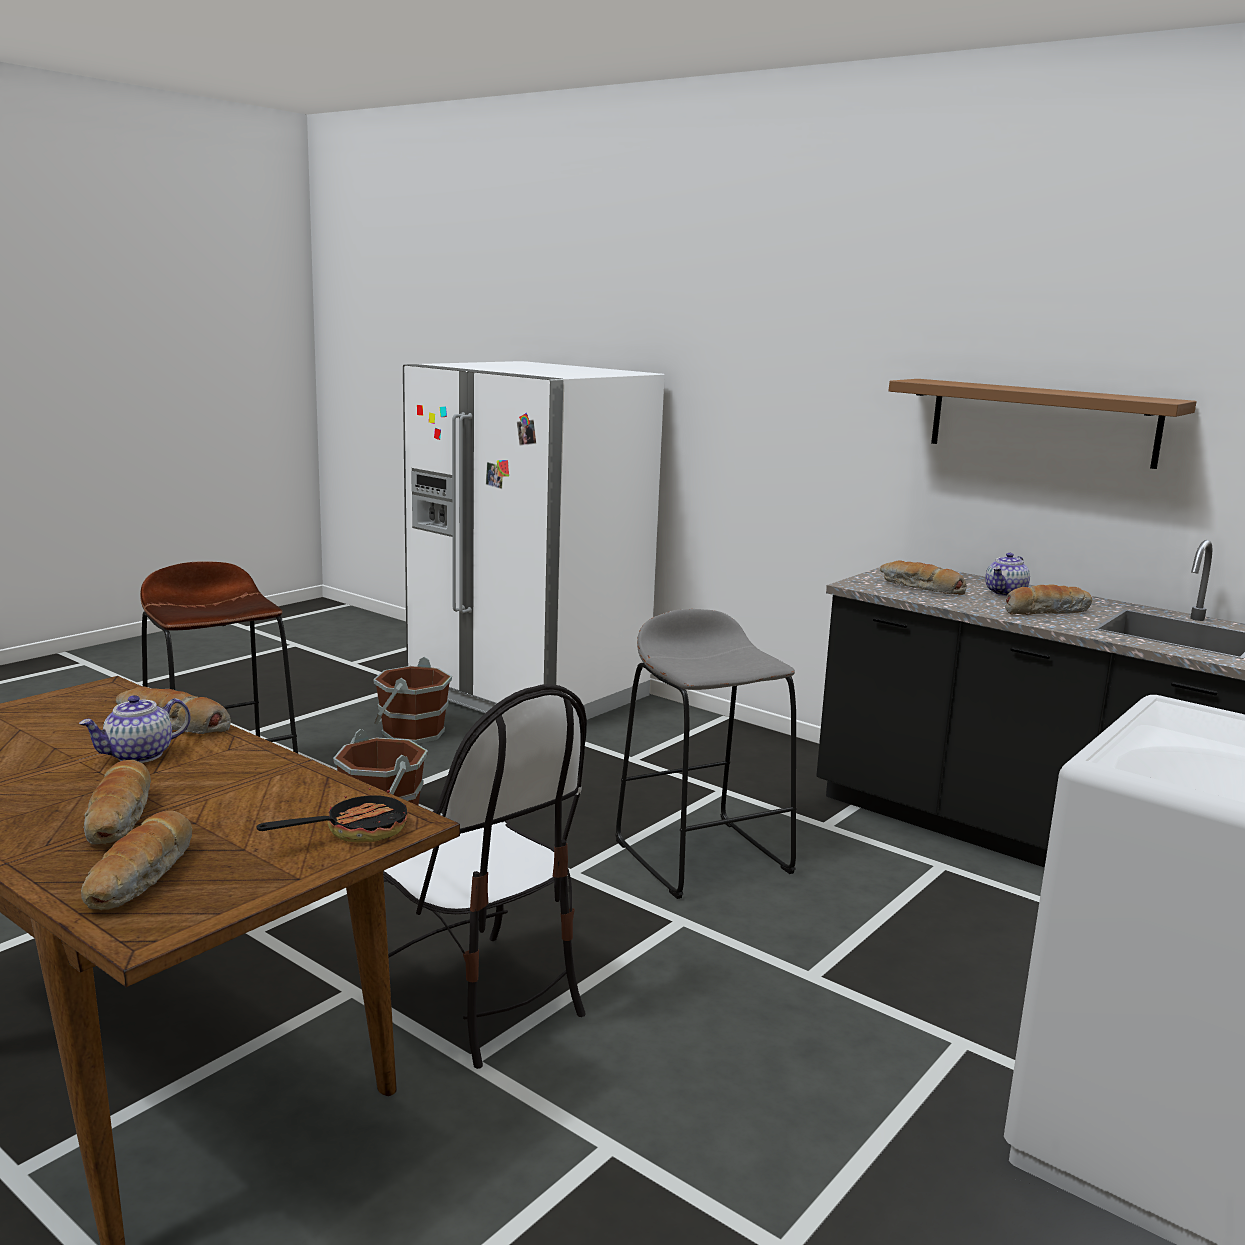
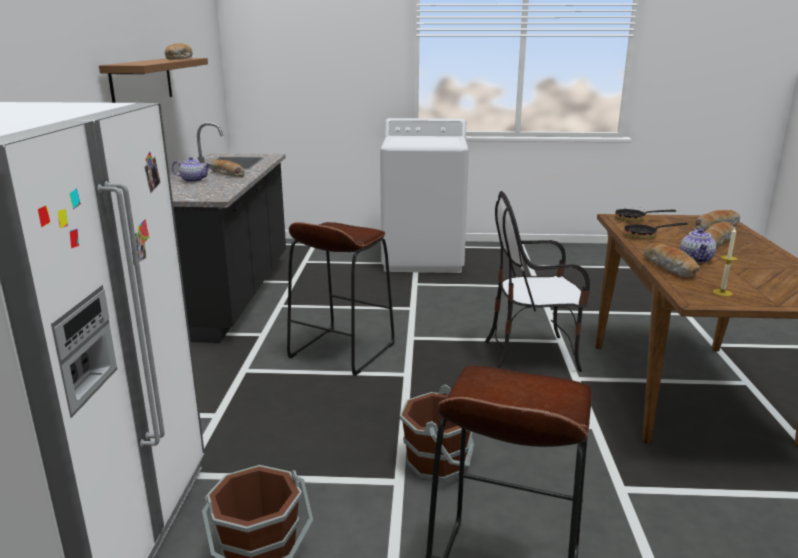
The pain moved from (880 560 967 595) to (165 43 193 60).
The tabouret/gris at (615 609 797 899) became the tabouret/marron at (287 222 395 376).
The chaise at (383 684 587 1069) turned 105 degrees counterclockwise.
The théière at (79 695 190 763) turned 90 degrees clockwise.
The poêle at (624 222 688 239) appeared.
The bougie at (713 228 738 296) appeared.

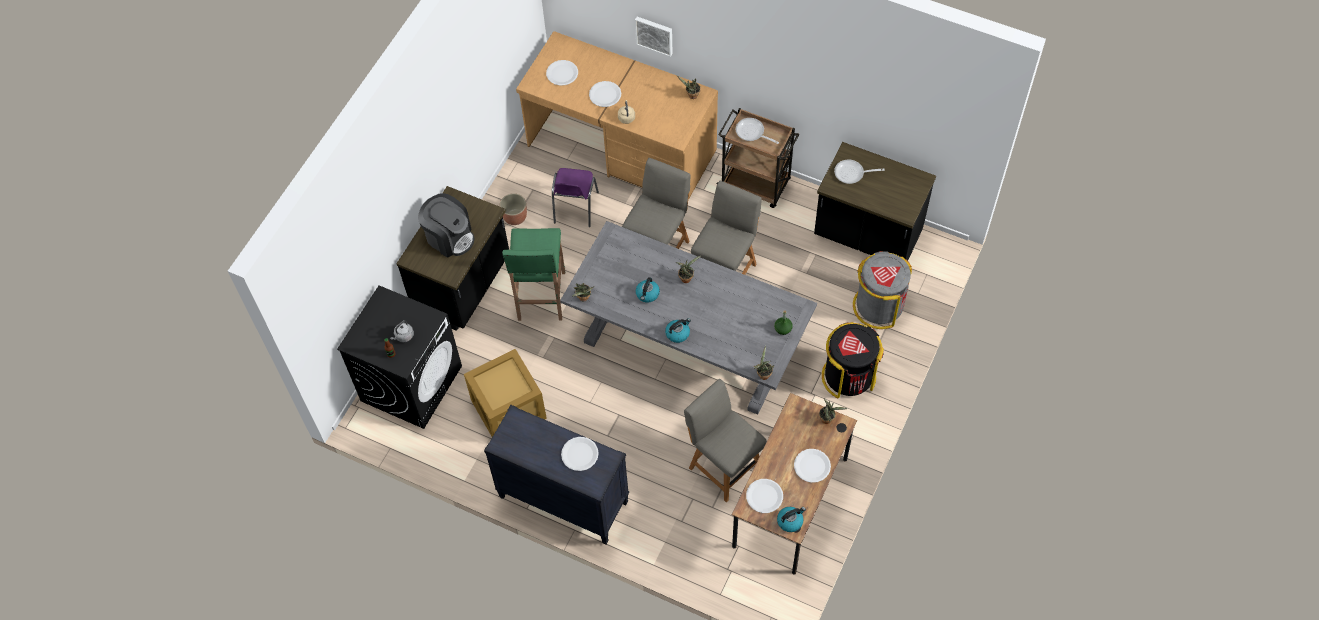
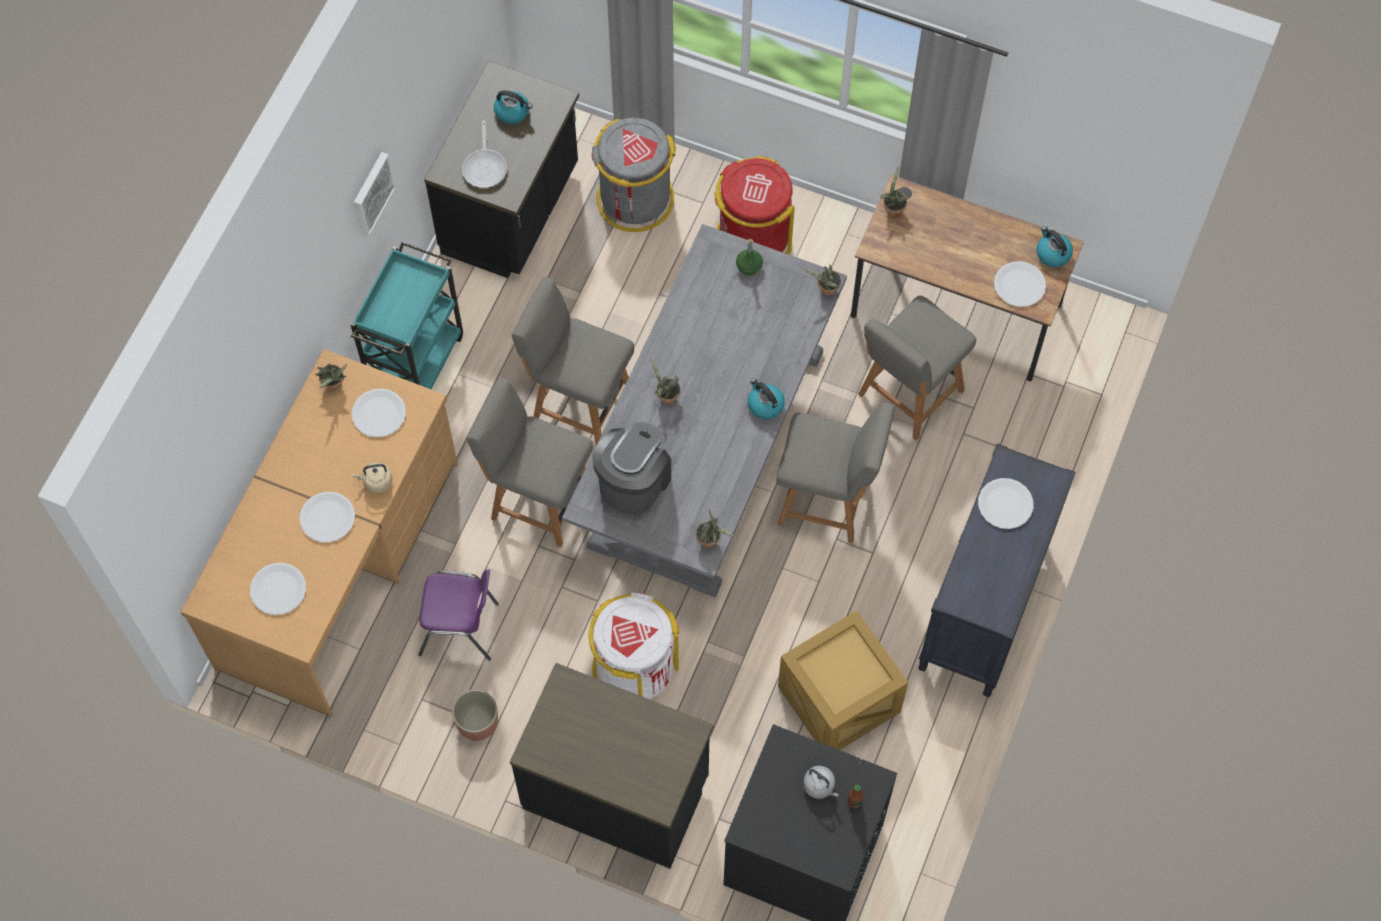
The tableau moved from (635 17 673 57) to (354 152 396 237).
The chariot/marron at (717 108 799 208) became the chariot/turquoise at (350 242 463 389).
The poêle at (736 118 779 144) disappeared.
The machine à café moved from (418 193 474 258) to (592 422 671 514).
The tabouret/vert at (502 228 565 321) was replaced by the poubelle/blanc at (589 592 680 699).
The bouilloire moved from (636 277 660 303) to (494 90 533 124).
The poubelle/noir at (822 322 884 398) became the poubelle/rouge at (714 156 795 255).
The assiette/blanc moved from (794 449 831 483) to (352 388 406 437).
The chaise/gris at (776 403 895 543) appeared.

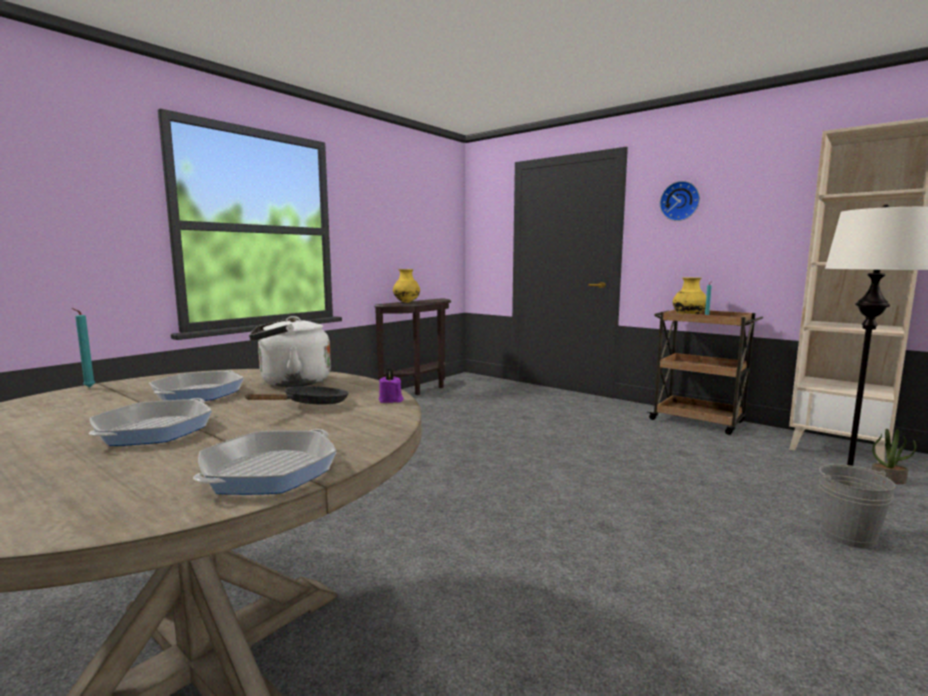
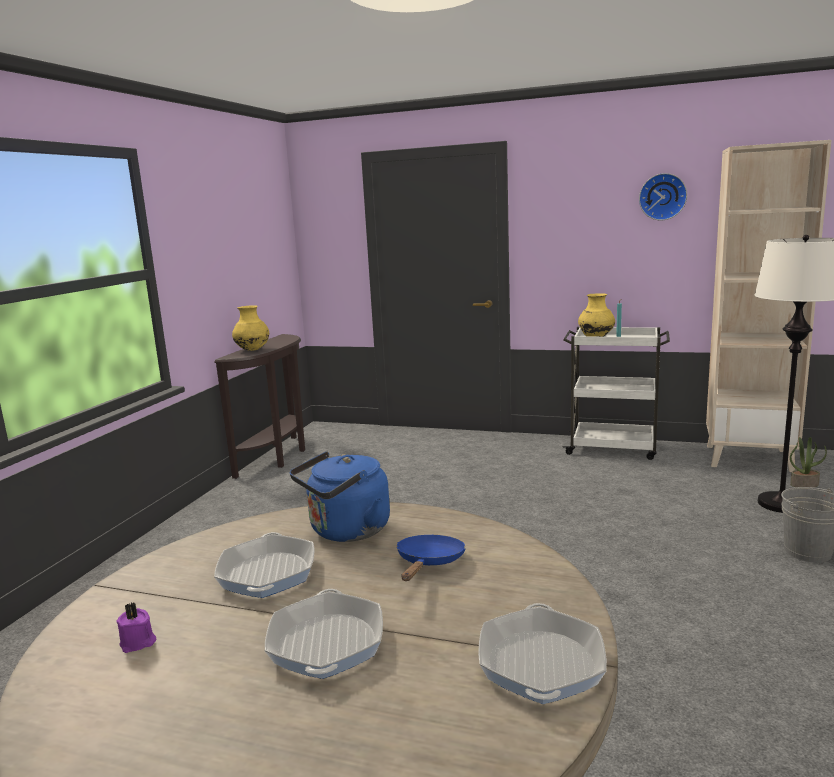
The horloge murale moved from (660 181 700 221) to (639 173 687 221).
The bougie/turquoise at (71 308 95 387) disappeared.
The chariot/marron at (647 310 763 435) became the chariot/blanc at (563 327 670 460).
The bouilloire/blanc at (249 316 331 387) became the bouilloire/bleu at (290 451 390 542).
The bougie/violet moved from (379 369 404 403) to (116 603 156 653).
The poêle/noir at (245 386 348 405) became the poêle/bleu at (397 535 466 581).

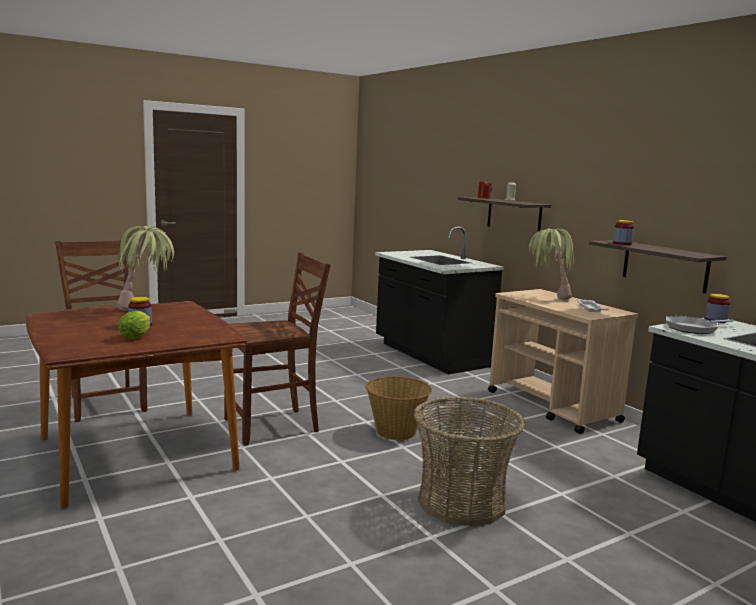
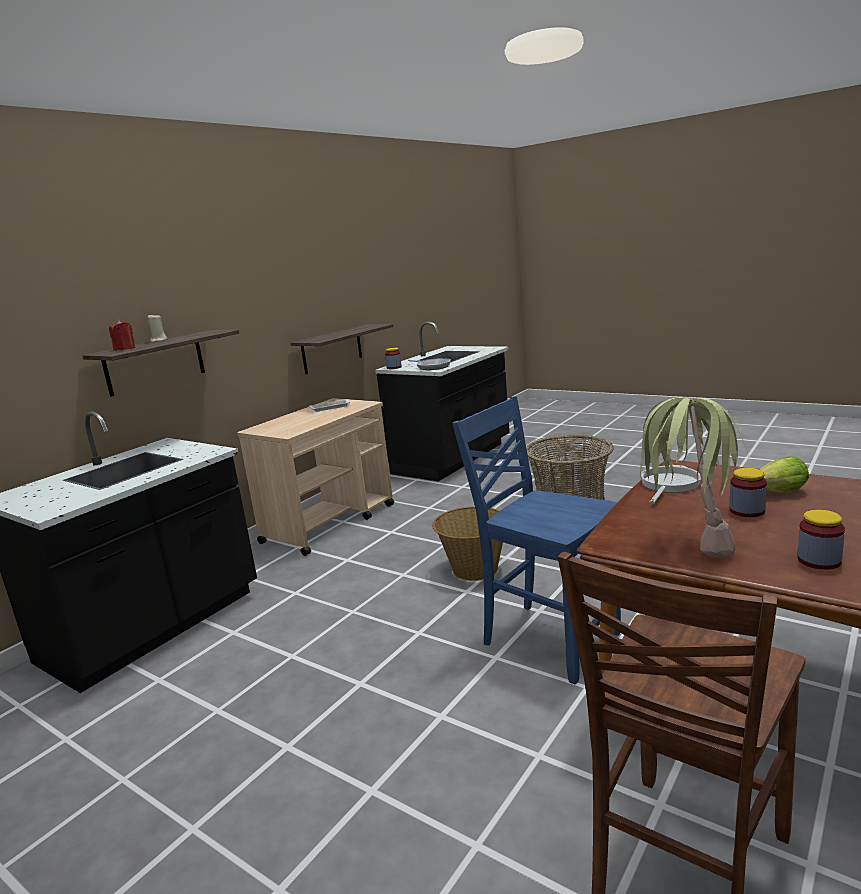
The bocal moved from (613 220 634 245) to (797 510 845 570).
The plante en pot at (529 229 574 300) disappeared.
The chaise/marron at (224 253 331 446) became the chaise/bleu at (452 396 621 684).
The poêle at (641 465 701 504) appeared.

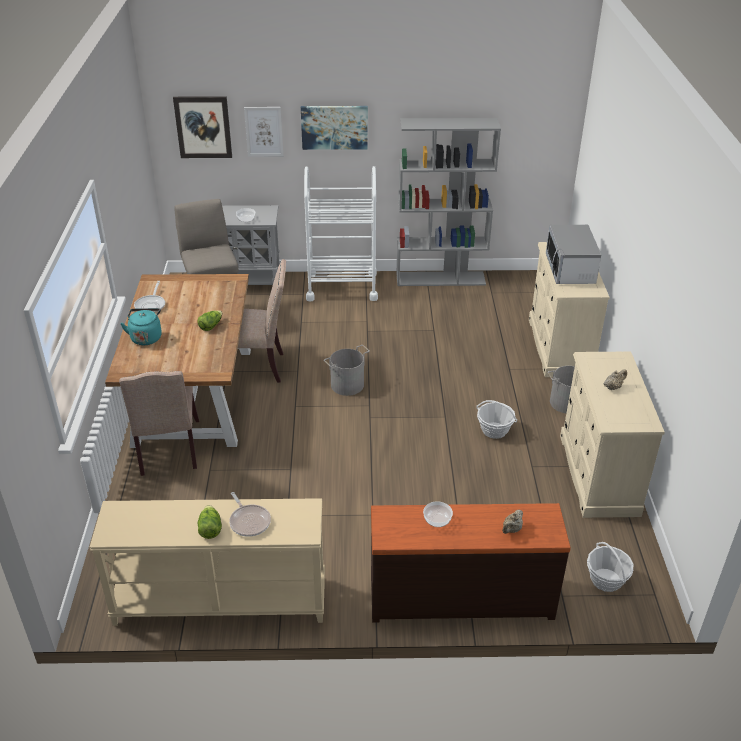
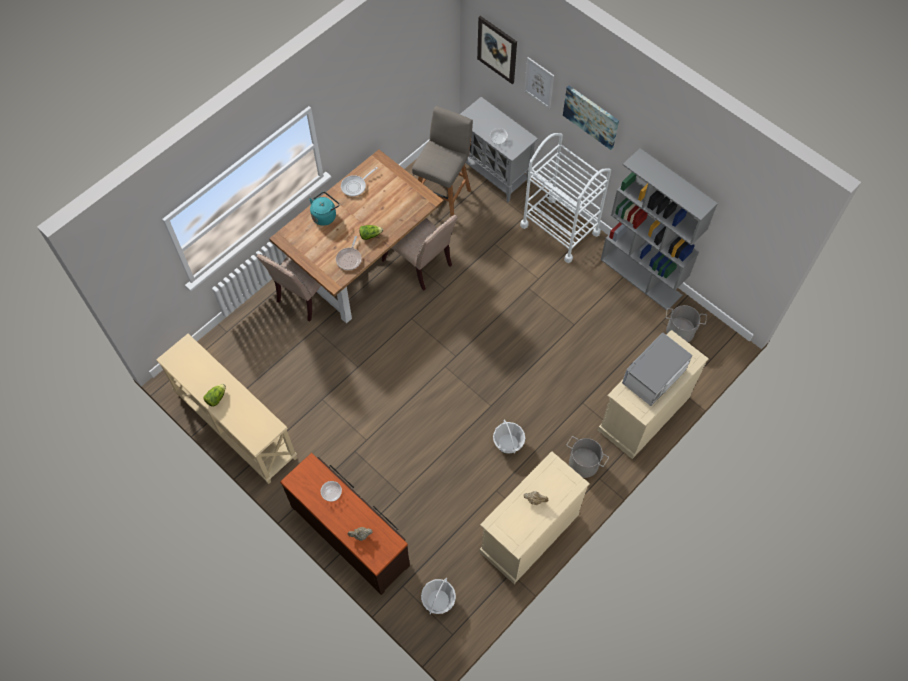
The seau/gris moved from (324 345 370 396) to (666 305 707 342).
The poêle moved from (229 492 271 537) to (336 236 362 270).

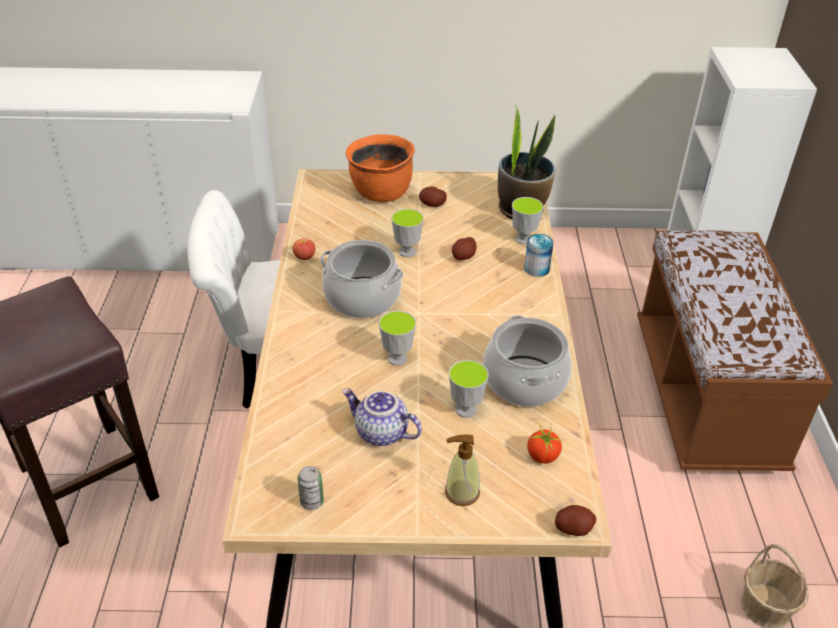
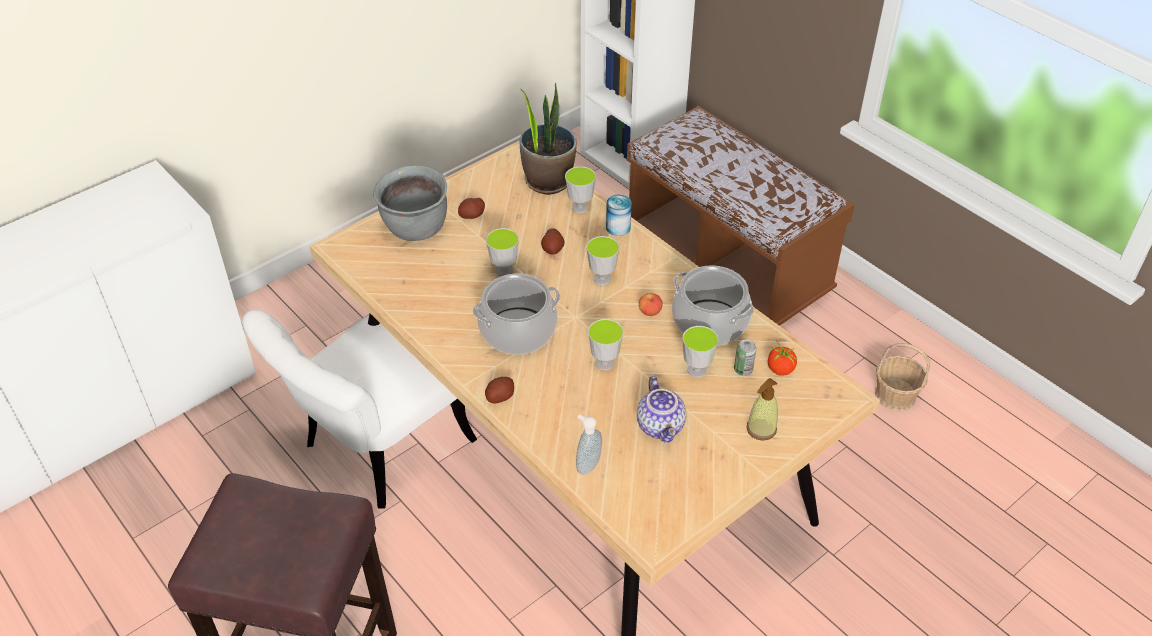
The marmite/orange at (346 134 415 202) became the marmite/gris at (373 165 447 241).
The pomme moved from (293 238 315 260) to (639 293 663 316).
The théière at (342 388 422 446) turned 90 degrees counterclockwise.
The boîte métallique moved from (297 466 324 510) to (734 340 756 376).
The pomme de terre moved from (555 505 597 536) to (485 377 514 403).
The tasse at (587 236 620 285) appeared.
The distributeur de savon at (576 415 602 475) appeared.

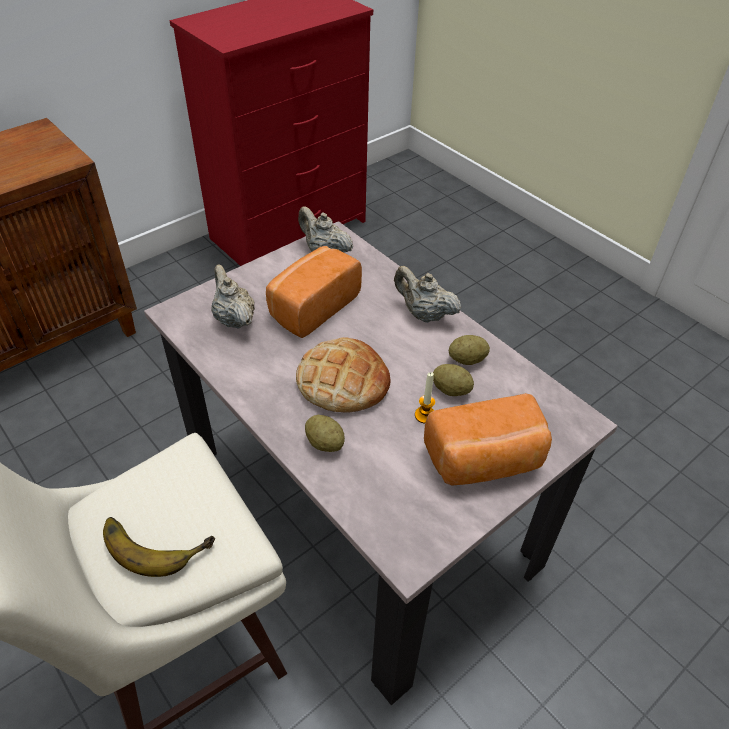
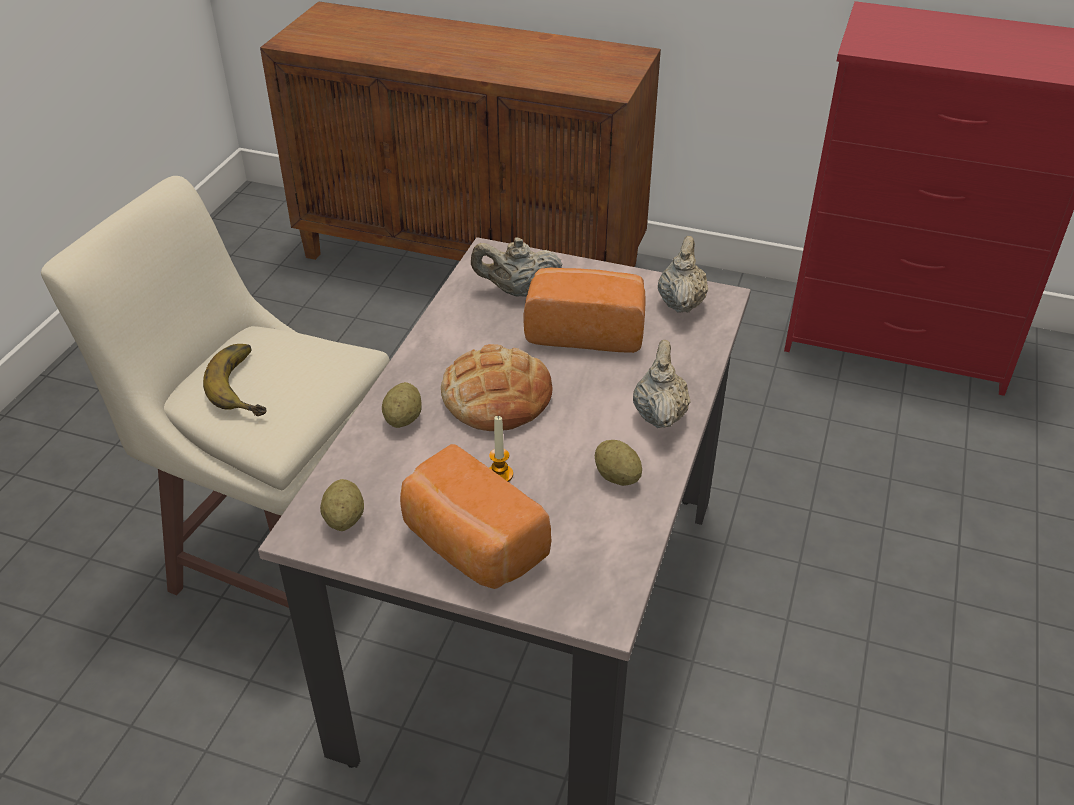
The théière/beige at (211 264 255 329) turned 120 degrees counterclockwise.
The pomme de terre moved from (433 364 474 396) to (320 479 364 531).

